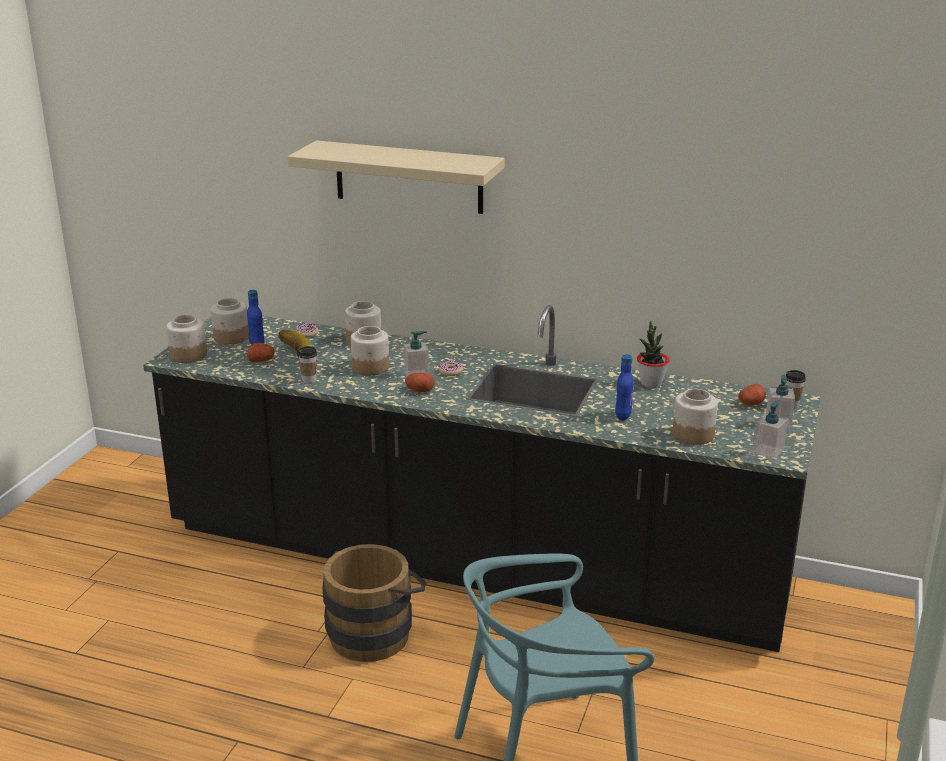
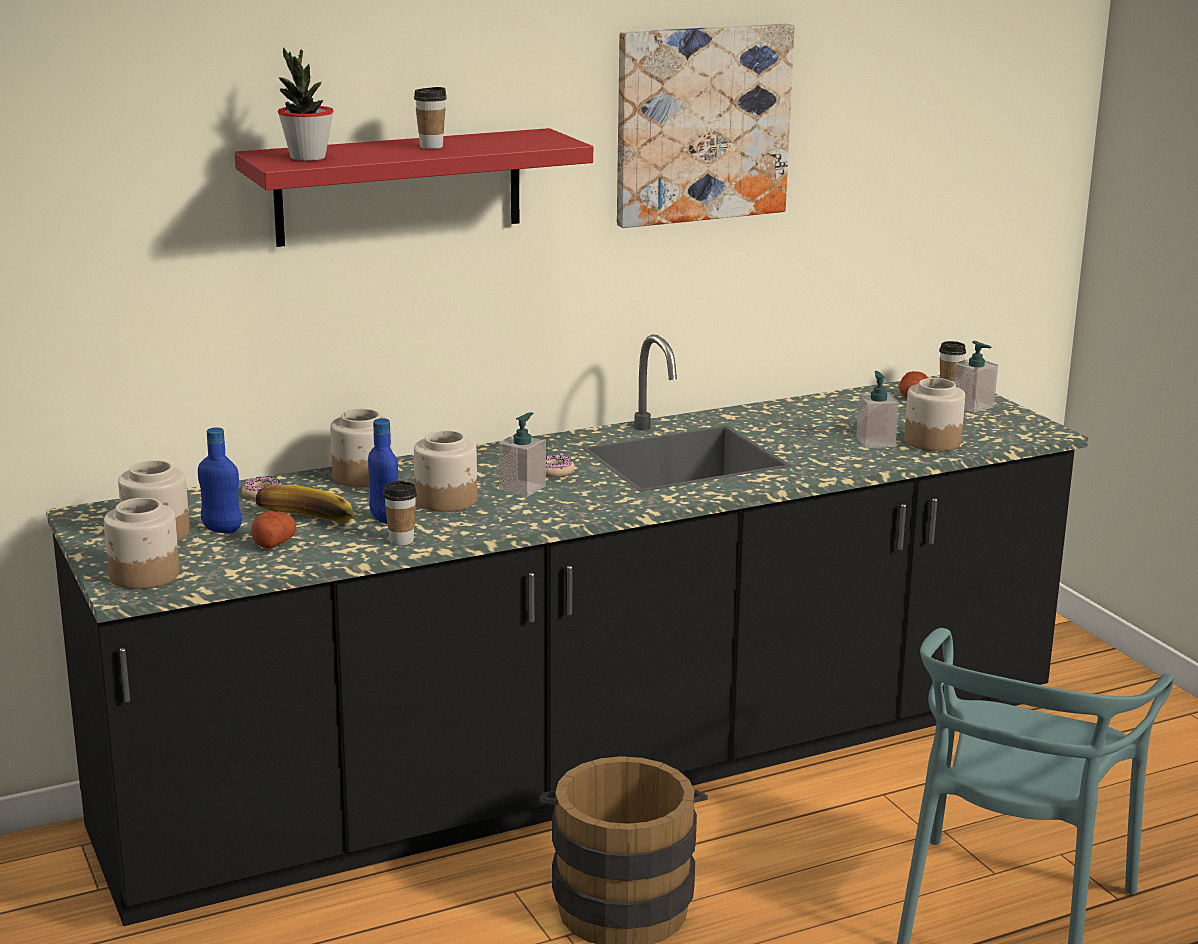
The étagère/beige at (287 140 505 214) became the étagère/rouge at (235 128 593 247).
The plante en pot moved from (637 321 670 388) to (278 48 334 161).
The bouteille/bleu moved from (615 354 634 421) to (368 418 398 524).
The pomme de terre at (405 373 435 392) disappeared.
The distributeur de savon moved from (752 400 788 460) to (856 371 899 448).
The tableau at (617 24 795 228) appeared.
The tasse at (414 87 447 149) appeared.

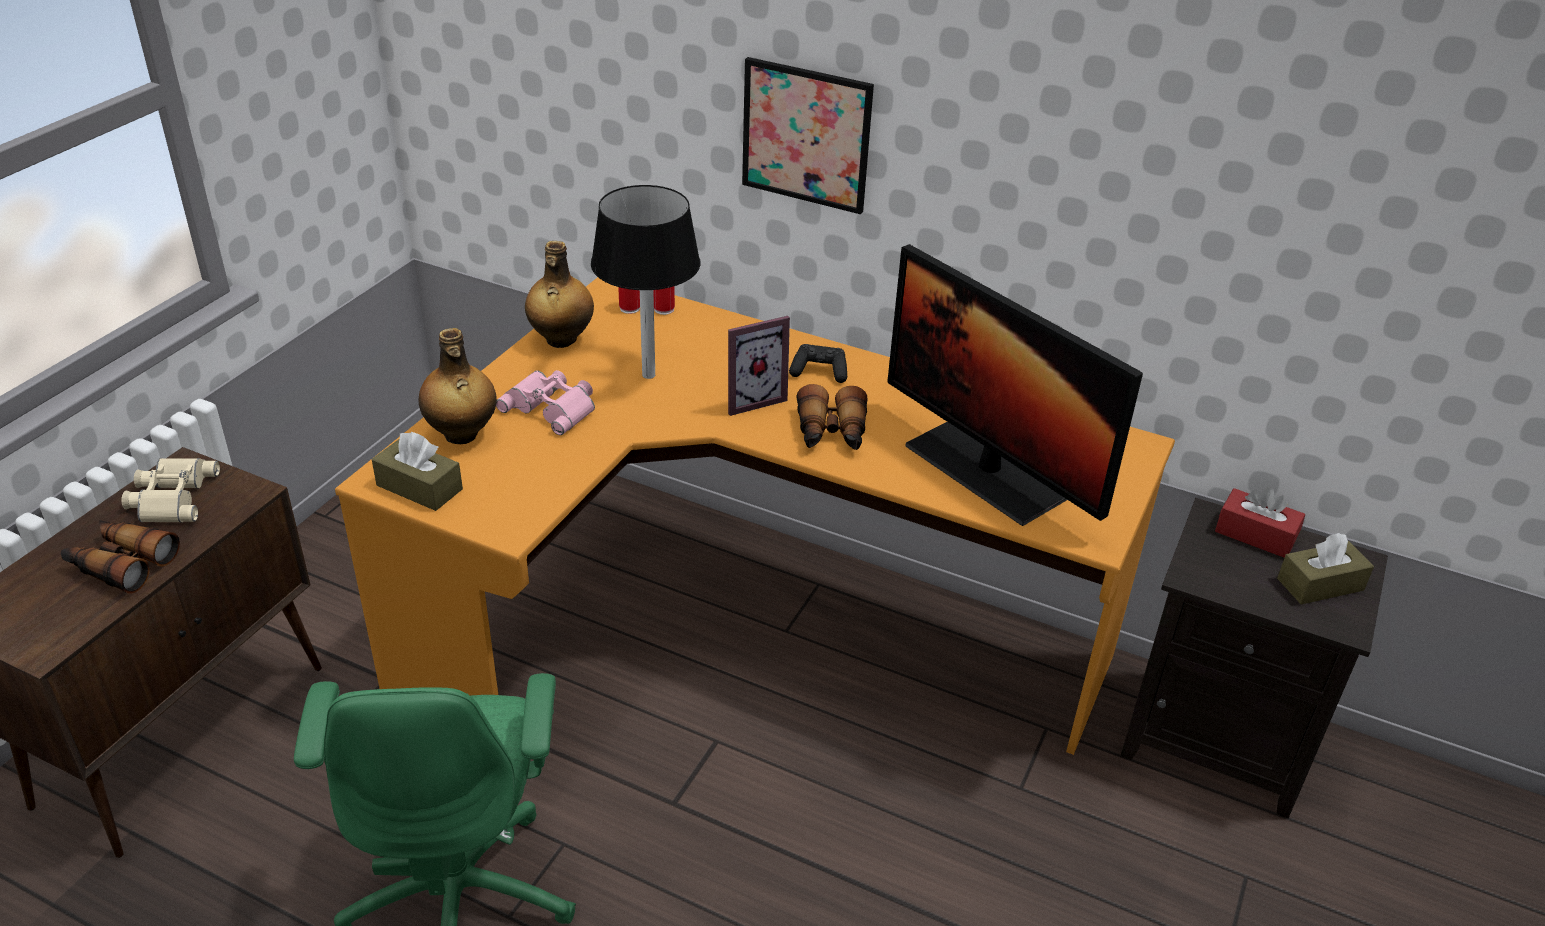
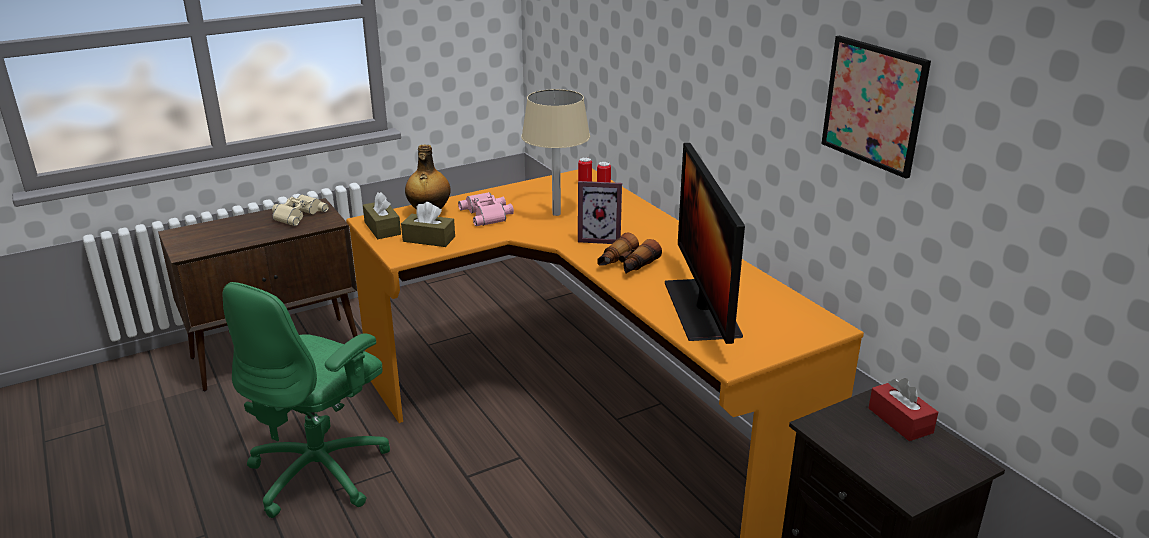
The tableau moved from (742 57 874 214) to (821 36 931 179).
The lampe de table/noir at (591 185 700 379) became the lampe de table/beige at (521 89 590 216).
The bouteille at (525 241 594 348) disappeared.
The manette/noir at (789 344 847 383) disappeared.
The jumelles at (60 520 180 594) disappeared.
The boîte à mouchoirs/marron moved from (1277 533 1374 604) to (401 202 455 247).

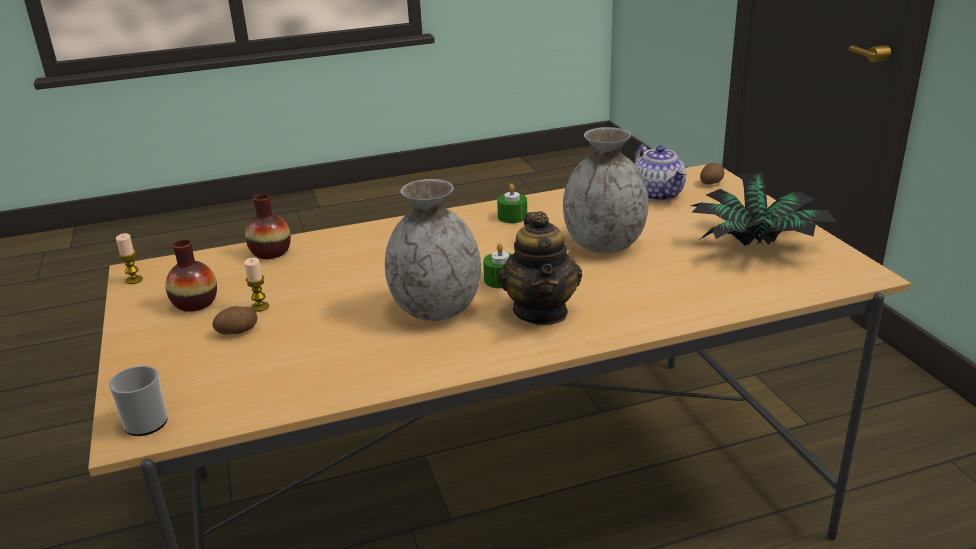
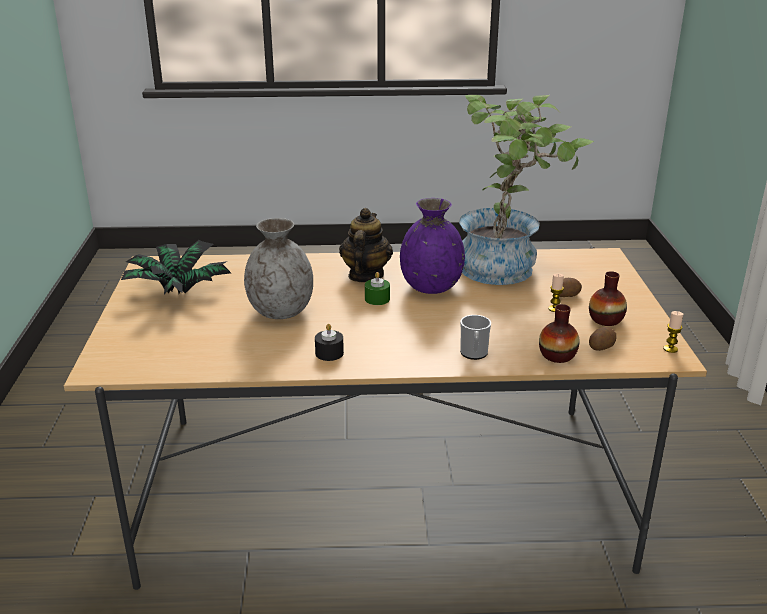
The théière at (634 145 687 201) disappeared.
The pomme de terre moved from (700 163 724 184) to (589 327 617 351).
The vase/gris at (385 179 481 321) became the vase/violet at (400 198 465 294).
The bougie/vert at (497 184 527 223) became the bougie/noir at (315 324 344 361).
The mug moved from (109 365 168 436) to (460 315 491 360).
The plante en pot at (459 95 594 285) appeared.

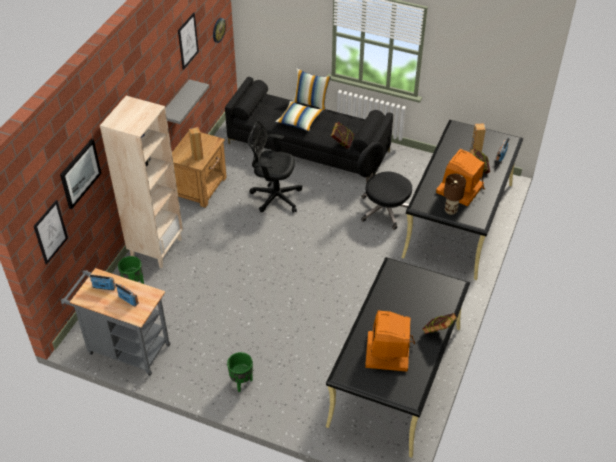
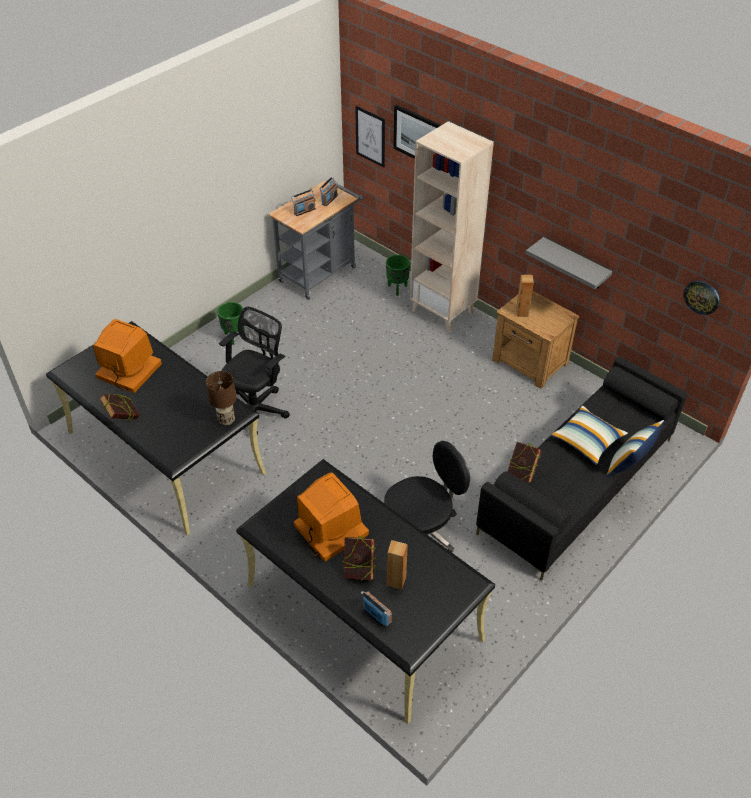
The tableau at (178 12 199 70) disappeared.
The chaise de bureau/noir moved from (247 121 302 213) to (219 306 290 435).
The lampe de table/marron moved from (444 174 466 215) to (206 371 236 426).

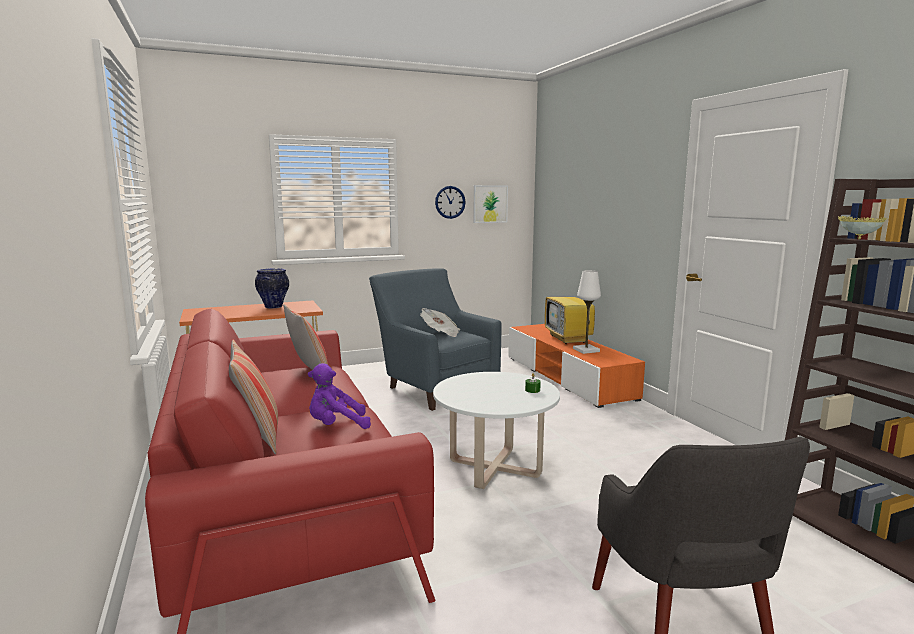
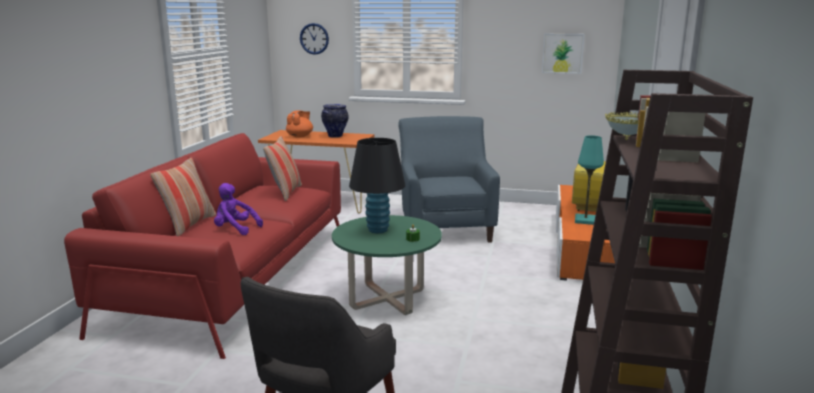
The horloge murale moved from (435 186 466 219) to (300 23 329 55).
The lampe de table/blanc at (573 270 601 354) became the lampe de table/turquoise at (575 136 604 225).
The journal at (420 308 460 337) disappeared.
The table basse/blanc at (433 372 560 489) became the table basse/vert at (332 215 442 315).
The théière/orange at (286 111 313 138) appeared.
The lampe de table/noir at (349 138 406 233) appeared.

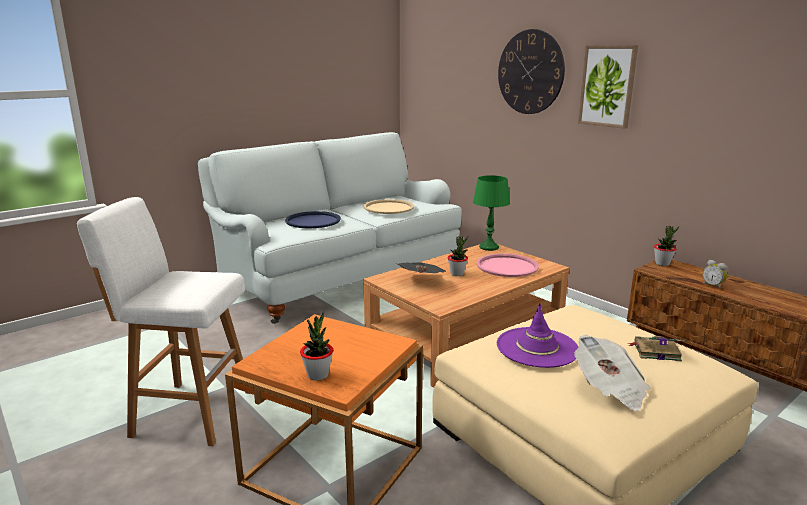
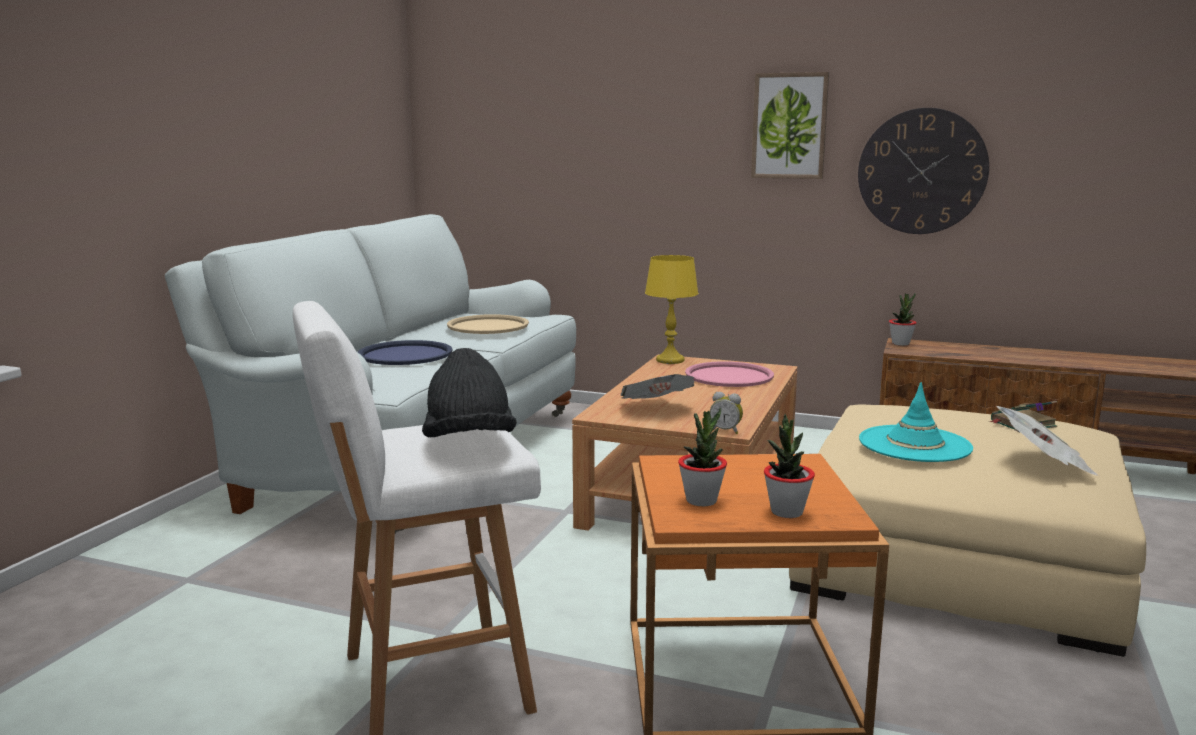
The horloge murale moved from (498 29 565 114) to (858 108 989 234).
The lampe de table/vert at (473 175 510 251) became the lampe de table/jaune at (645 255 699 364).
The plante en pot moved from (447 236 468 276) to (678 408 727 506).
The réveil moved from (703 260 727 290) to (710 392 743 434).
The chapeau/violet at (497 304 579 368) became the chapeau/turquoise at (859 382 973 462).
The chapeau/noir at (422 348 517 437) appeared.

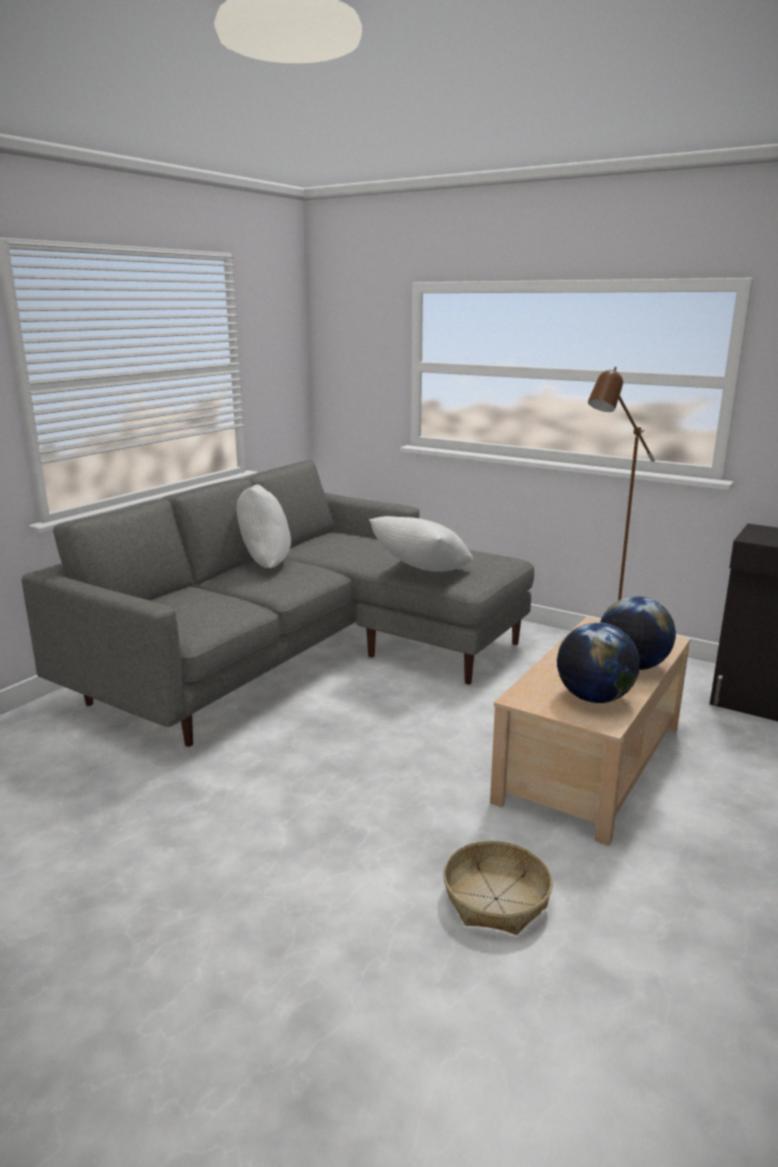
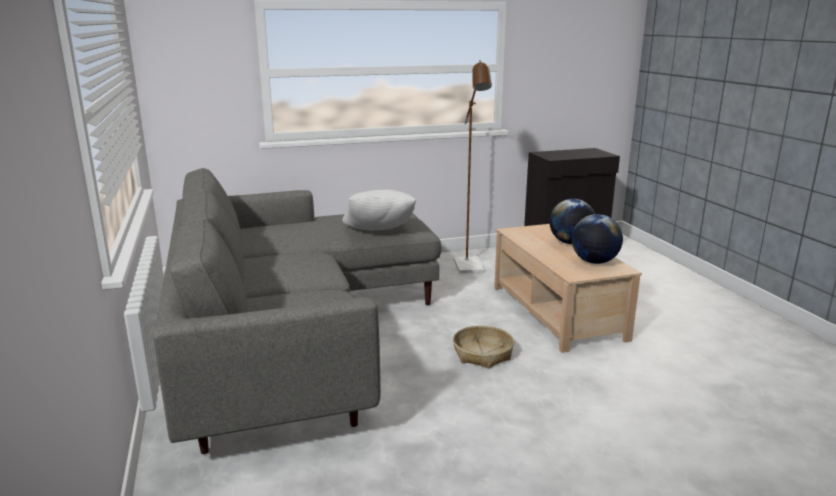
The coussin/blanc at (237 484 291 568) disappeared.
The panier moved from (443 840 553 935) to (453 326 514 368).

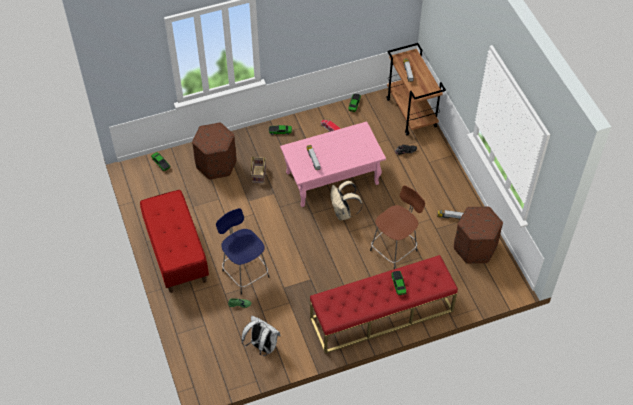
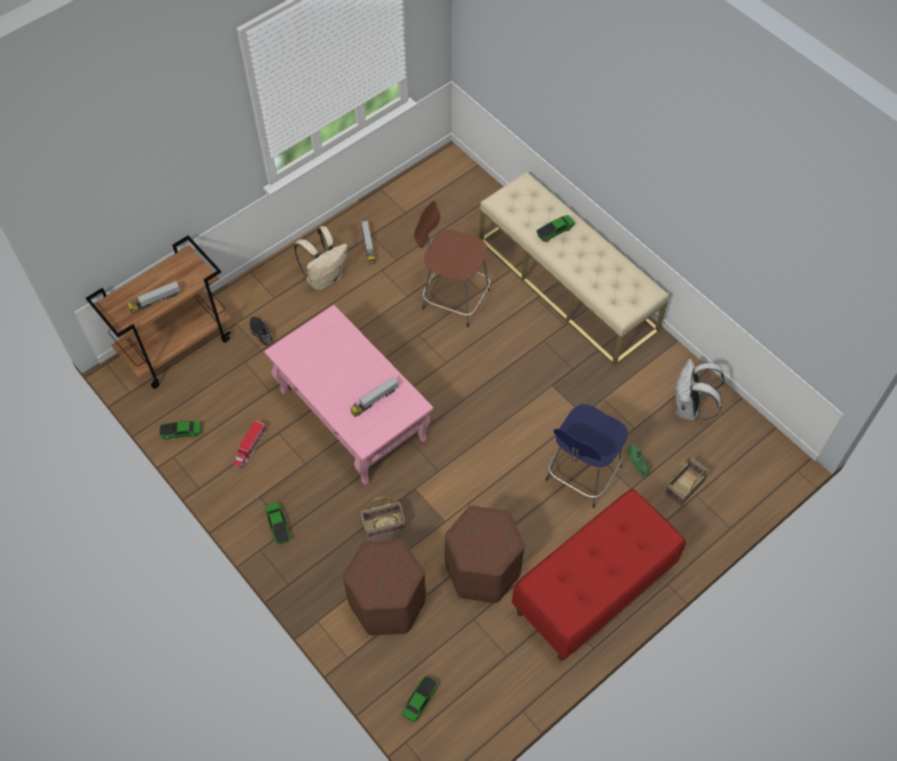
The sac à dos/beige moved from (330 181 363 220) to (294 226 348 290).
The pouf/marron moved from (454 206 503 264) to (444 506 525 603).
The banc/rouge at (310 255 458 354) became the banc/beige at (479 171 669 366).
The panier at (665 456 709 506) appeared.

